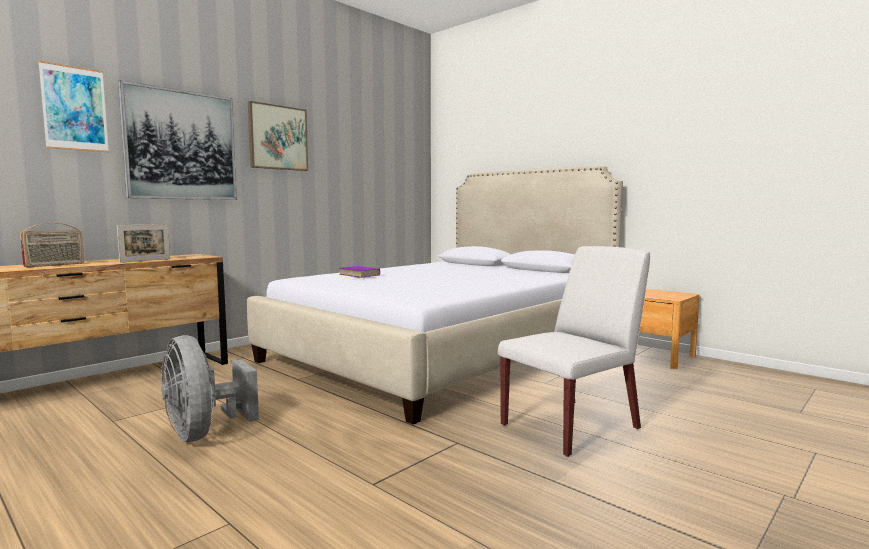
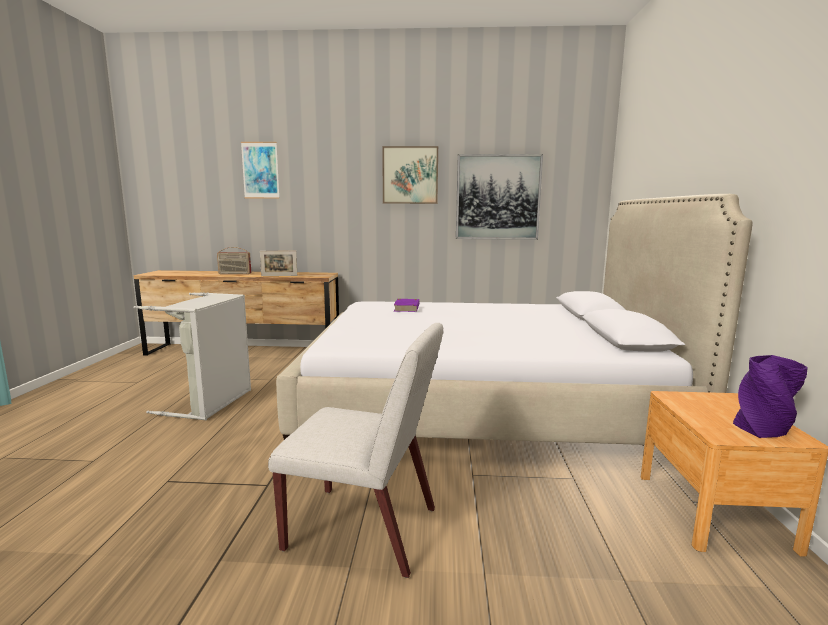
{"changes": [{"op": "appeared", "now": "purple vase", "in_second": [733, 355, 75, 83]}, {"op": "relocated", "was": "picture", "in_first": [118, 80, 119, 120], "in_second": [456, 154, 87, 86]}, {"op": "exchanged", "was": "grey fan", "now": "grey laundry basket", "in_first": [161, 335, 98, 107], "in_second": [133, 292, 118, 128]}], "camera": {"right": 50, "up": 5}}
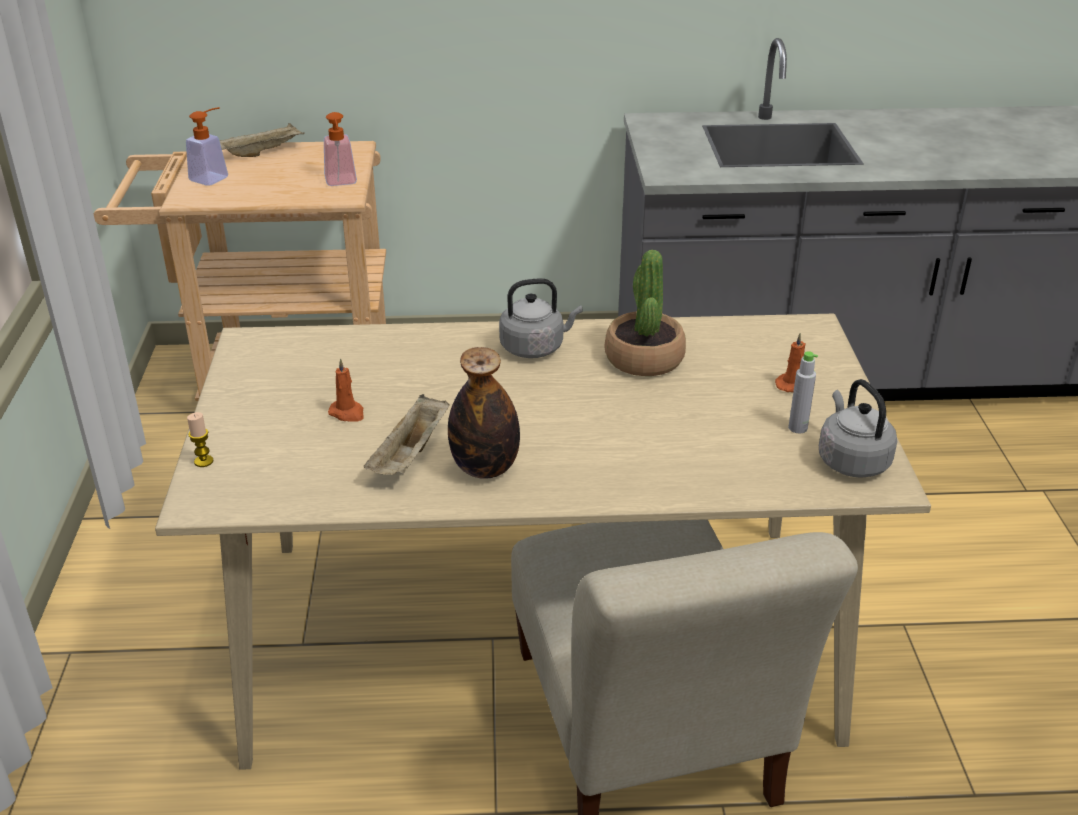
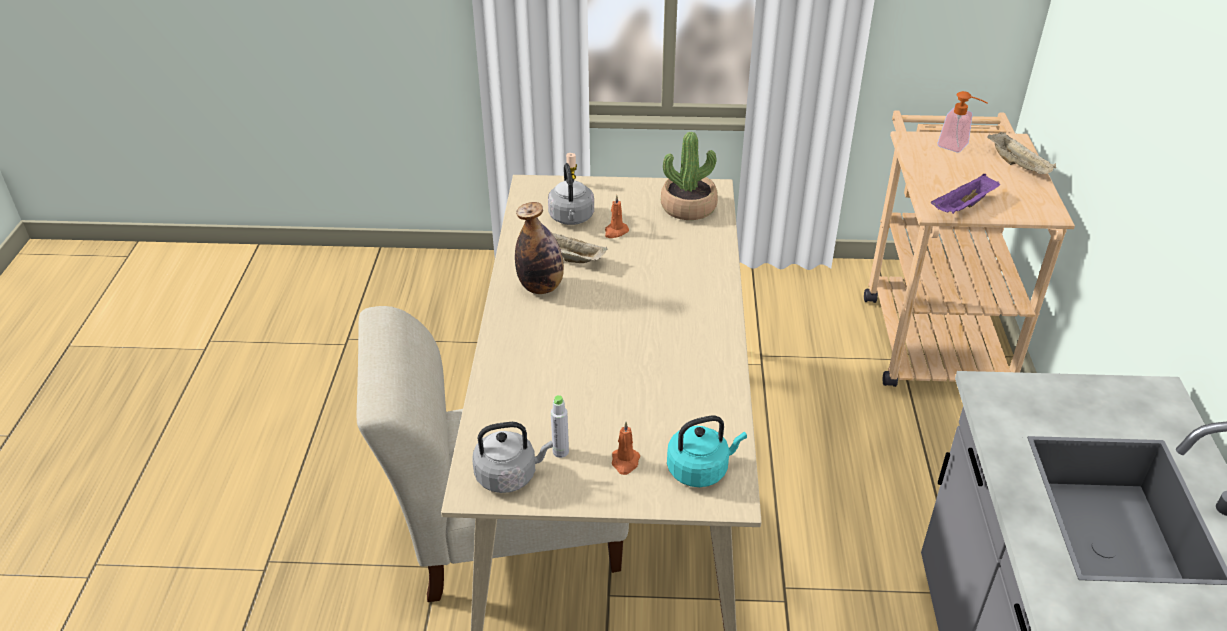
{"changes": [{"op": "appeared", "now": "turquoise kettle", "in_second": [667, 415, 80, 72]}, {"op": "relocated", "was": "grey kettle", "in_first": [499, 278, 84, 80], "in_second": [548, 163, 46, 62]}, {"op": "relocated", "was": "potted plant", "in_first": [605, 250, 81, 126], "in_second": [661, 132, 57, 88]}, {"op": "exchanged", "was": "soap dispenser", "now": "purple tray", "in_first": [324, 112, 33, 74], "in_second": [931, 174, 69, 40]}], "camera": {"right": 95, "up": 5}}
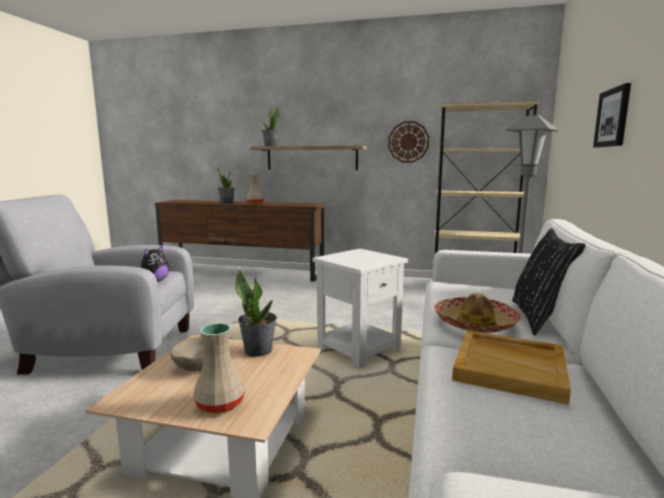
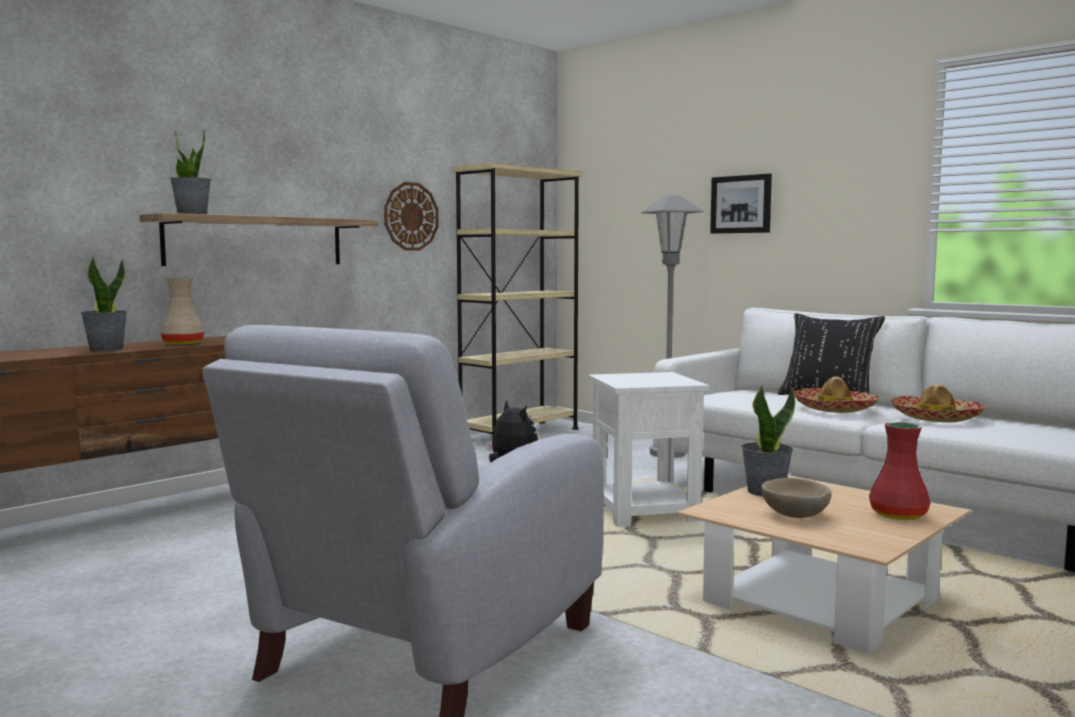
{"changes": [{"op": "exchanged", "was": "beige tray", "now": "hat", "in_first": [452, 330, 119, 75], "in_second": [890, 384, 96, 39]}, {"op": "colour", "was": "beige vase", "now": "red vase", "in_first": [194, 323, 51, 91], "in_second": [869, 422, 62, 98]}], "camera": {"right": -60, "up": -5}}
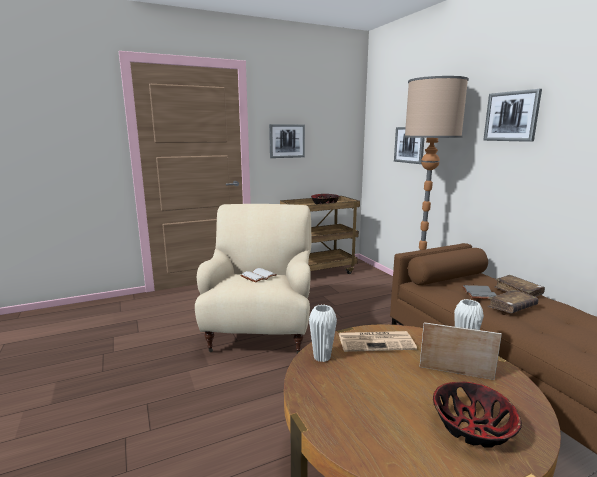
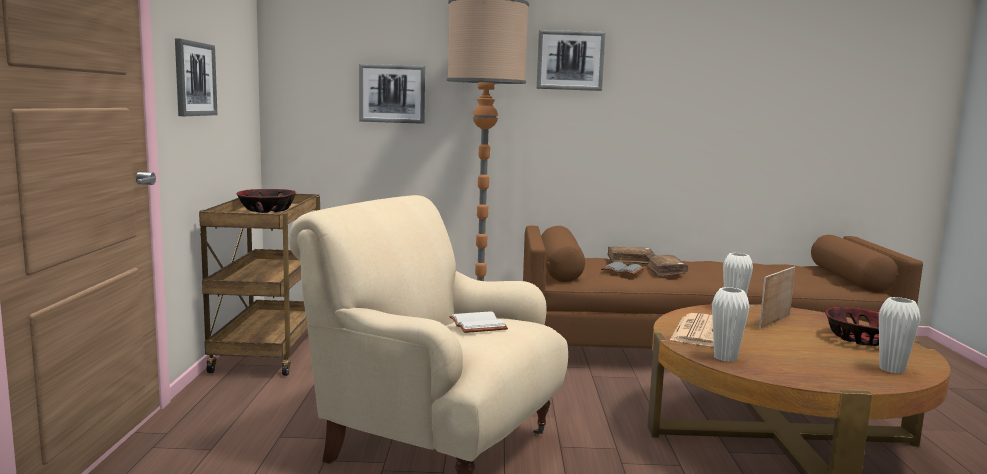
{"changes": [{"op": "appeared", "now": "white vase", "in_second": [879, 297, 42, 77]}], "camera": {"right": -65, "up": -5}}
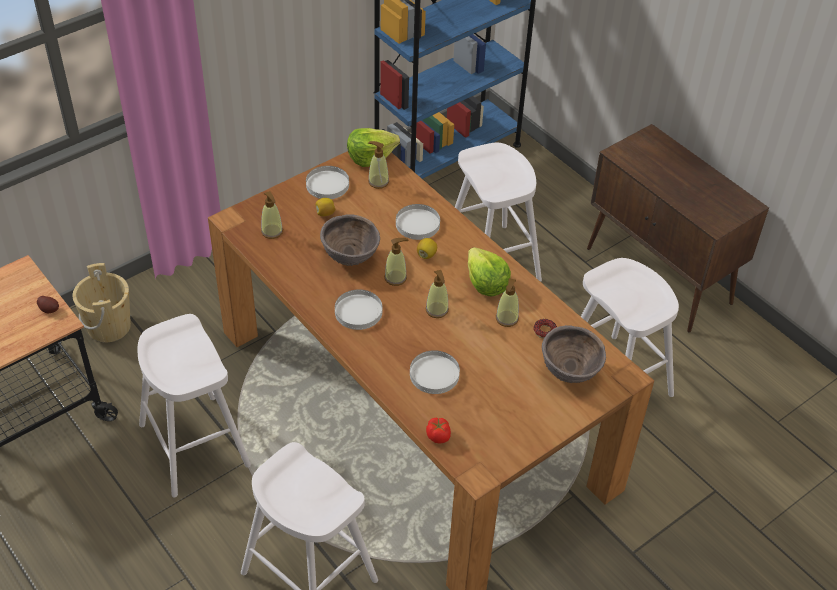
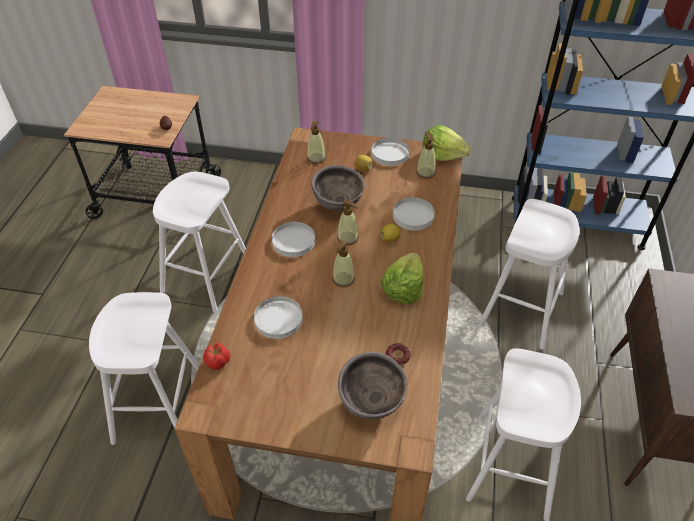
{"changes": [{"op": "missing", "was": "beige bucket", "in_first": [72, 263, 59, 79]}, {"op": "missing", "was": "soap dispenser", "in_first": [496, 278, 23, 49]}], "camera": {"right": 50, "up": 0}}
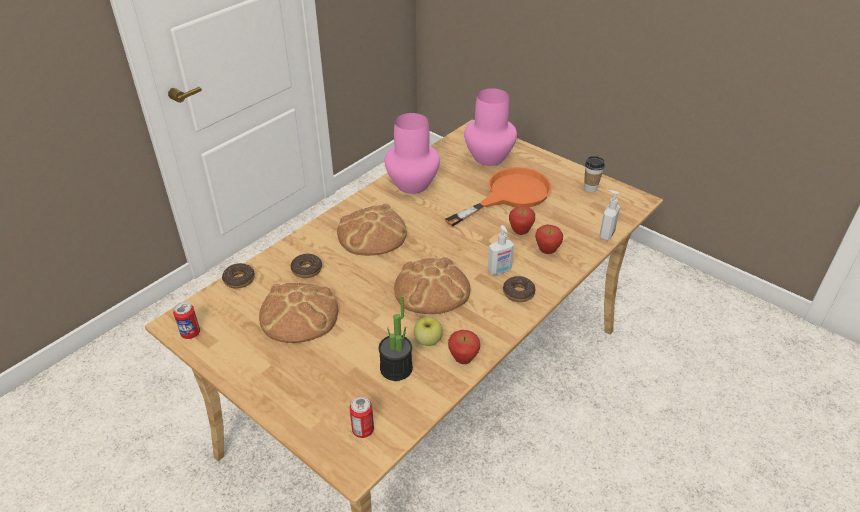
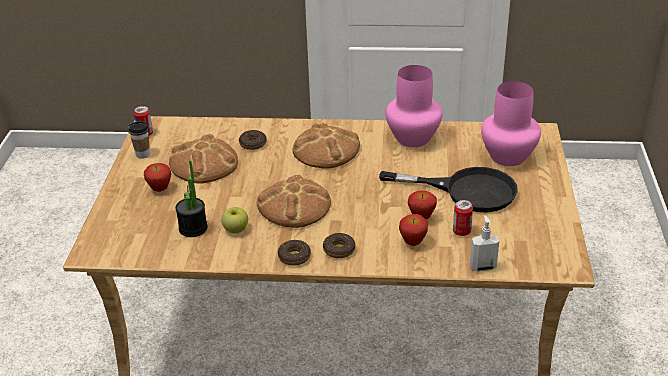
{"changes": [{"op": "missing", "was": "soap dispenser", "in_first": [487, 225, 27, 50]}, {"op": "relocated", "was": "donut", "in_first": [222, 263, 33, 26], "in_second": [278, 240, 33, 26]}, {"op": "relocated", "was": "can", "in_first": [350, 397, 24, 41], "in_second": [453, 200, 20, 36]}, {"op": "relocated", "was": "apple", "in_first": [448, 330, 32, 34], "in_second": [144, 163, 27, 29]}, {"op": "relocated", "was": "cup", "in_first": [584, 156, 21, 36], "in_second": [128, 121, 22, 38]}, {"op": "colour", "was": "orange frying pan", "now": "black frying pan", "in_first": [445, 167, 107, 60], "in_second": [379, 167, 139, 45]}], "camera": {"right": 55, "up": -5}}
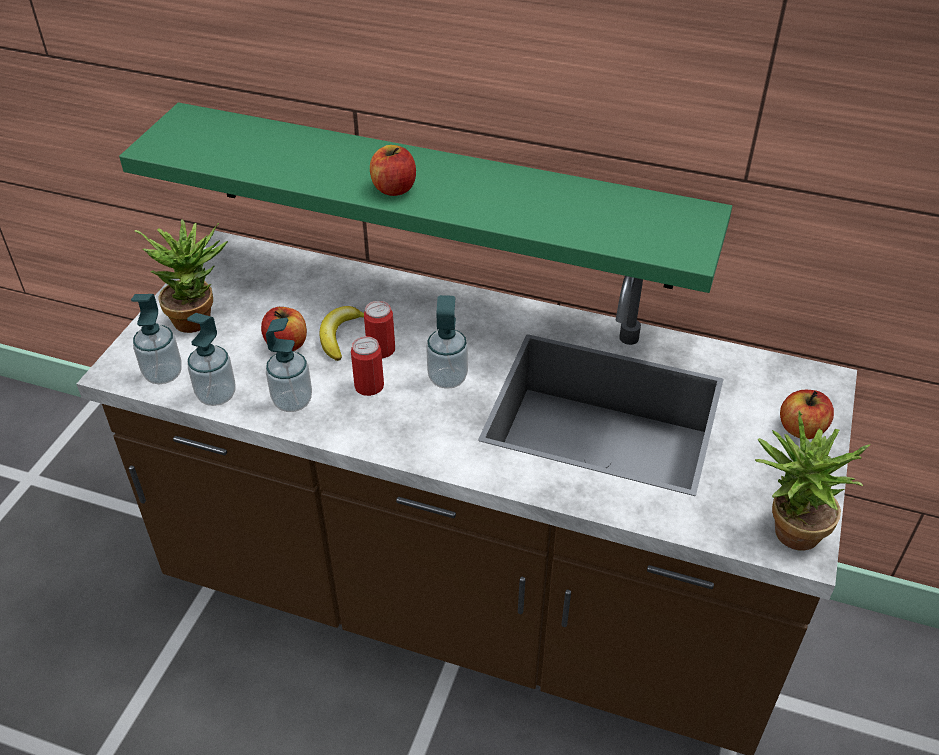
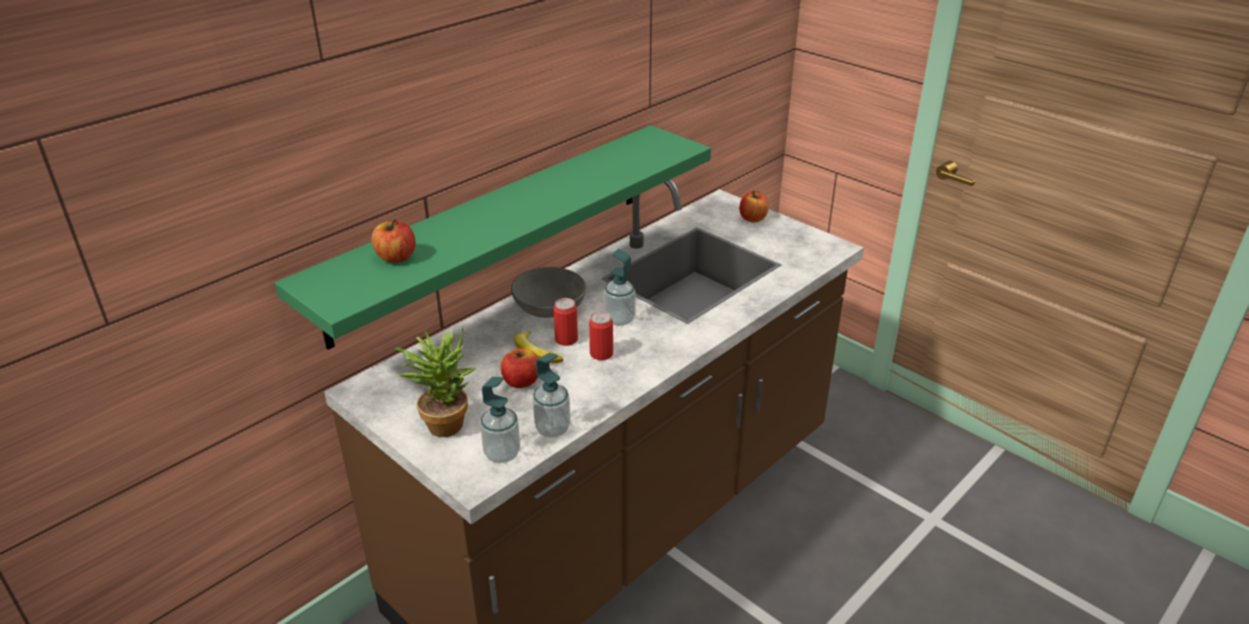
{"changes": [{"op": "missing", "was": "soap dispenser", "in_first": [266, 318, 46, 94]}, {"op": "missing", "was": "potted plant", "in_first": [754, 411, 116, 140]}, {"op": "appeared", "now": "grey bowl", "in_second": [511, 267, 75, 51]}, {"op": "relocated", "was": "apple", "in_first": [370, 145, 46, 51], "in_second": [372, 220, 43, 43]}], "camera": {"right": -65, "up": -10}}
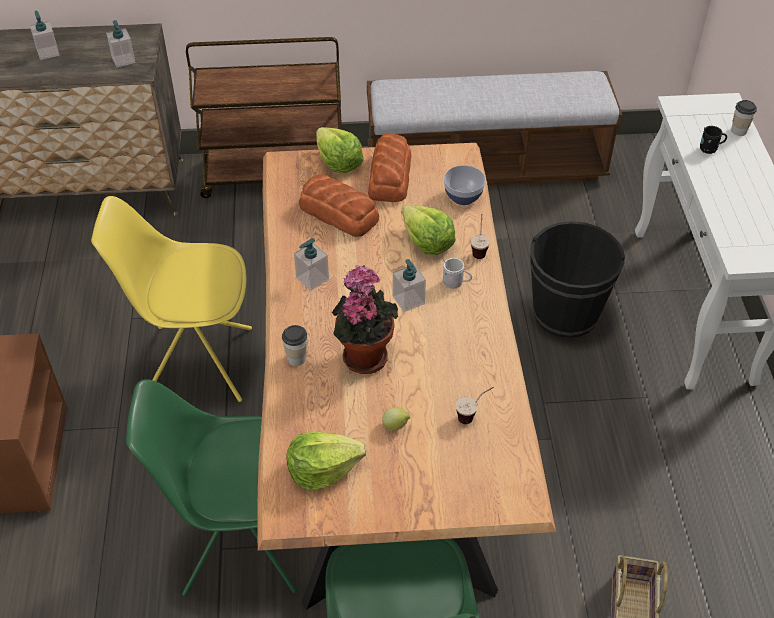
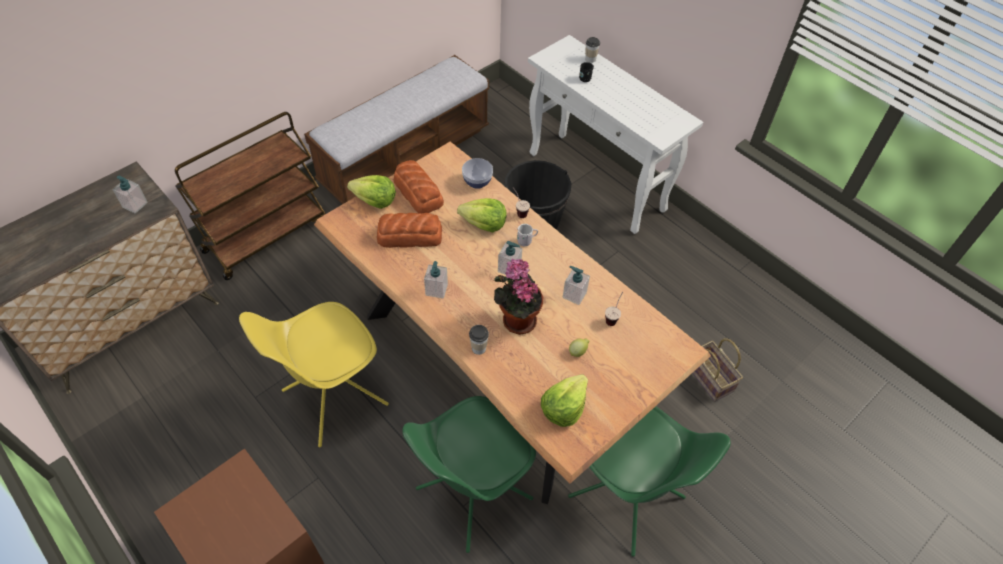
{"changes": [{"op": "relocated", "was": "soap dispenser", "in_first": [30, 10, 29, 50], "in_second": [562, 266, 28, 39]}], "camera": {"right": -40, "up": 5}}
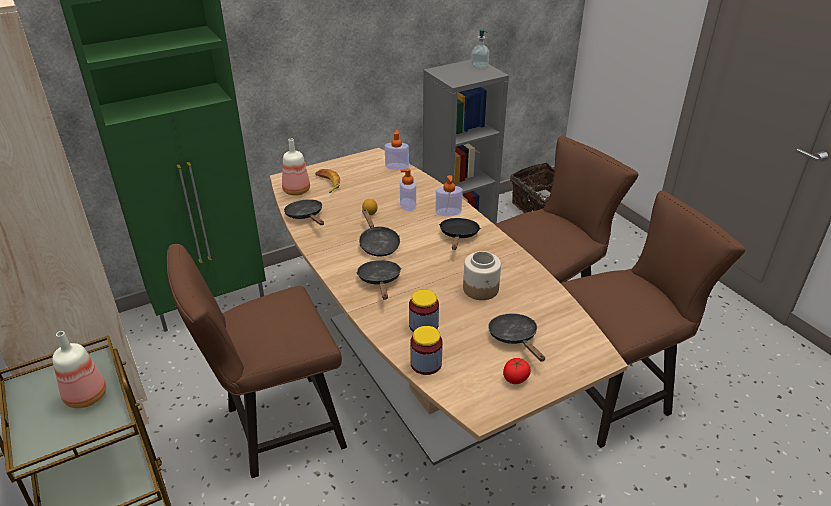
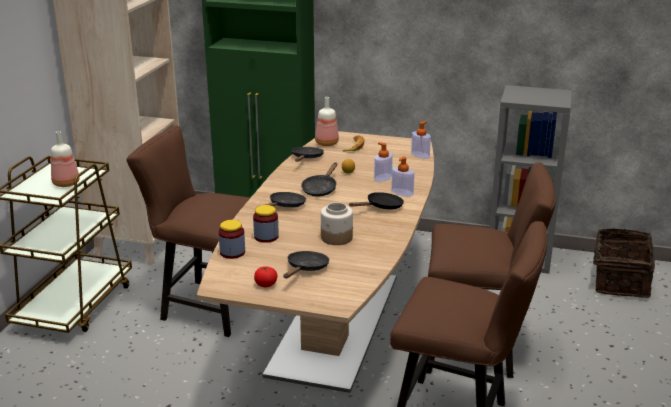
{"changes": [{"op": "missing", "was": "soap dispenser", "in_first": [471, 29, 18, 40]}], "camera": {"right": 45, "up": -10}}
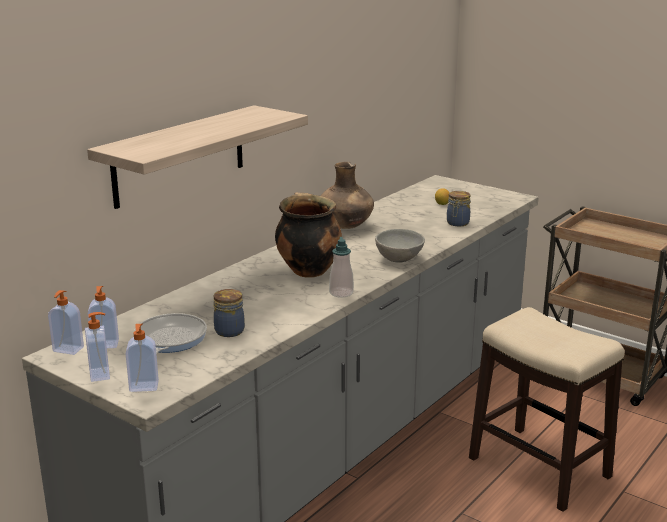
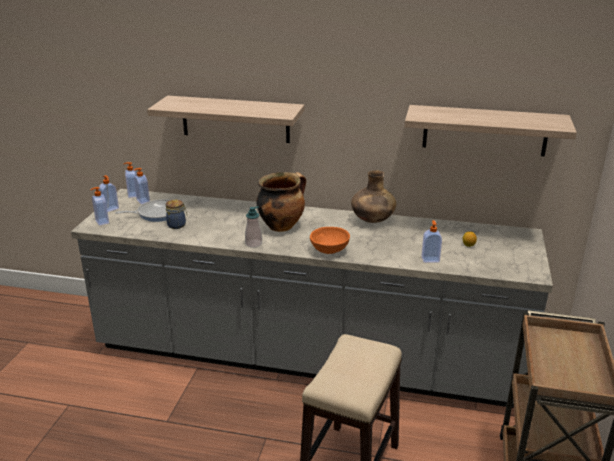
{"changes": [{"op": "appeared", "now": "shelf", "in_second": [404, 105, 173, 51]}, {"op": "exchanged", "was": "jar", "now": "soap dispenser", "in_first": [447, 191, 24, 35], "in_second": [422, 220, 20, 43]}, {"op": "colour", "was": "grey bowl", "now": "orange bowl", "in_first": [375, 229, 50, 33], "in_second": [310, 227, 40, 27]}], "camera": {"right": 65, "up": 5}}
